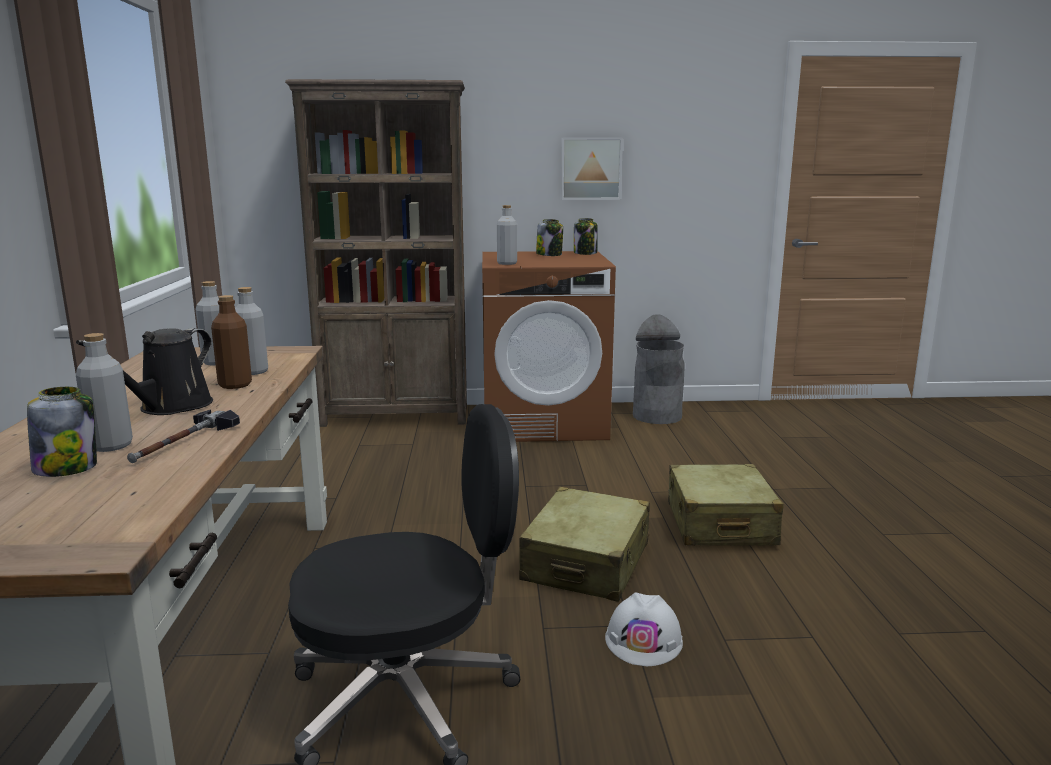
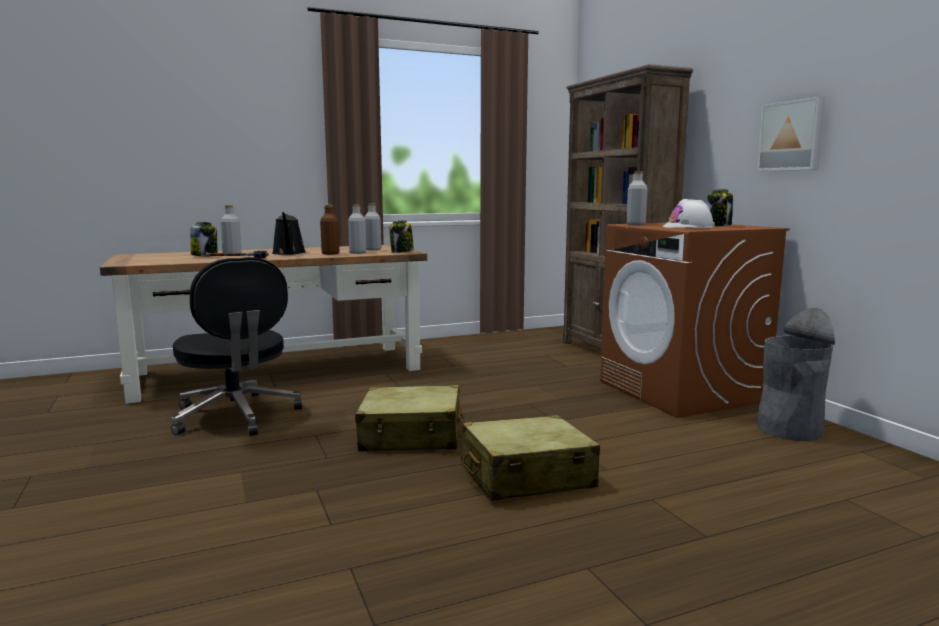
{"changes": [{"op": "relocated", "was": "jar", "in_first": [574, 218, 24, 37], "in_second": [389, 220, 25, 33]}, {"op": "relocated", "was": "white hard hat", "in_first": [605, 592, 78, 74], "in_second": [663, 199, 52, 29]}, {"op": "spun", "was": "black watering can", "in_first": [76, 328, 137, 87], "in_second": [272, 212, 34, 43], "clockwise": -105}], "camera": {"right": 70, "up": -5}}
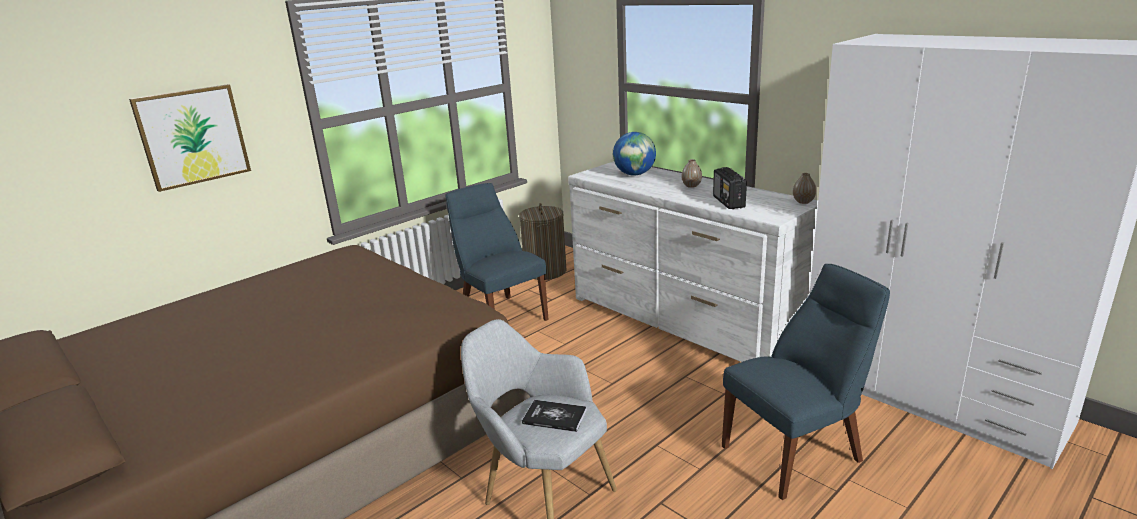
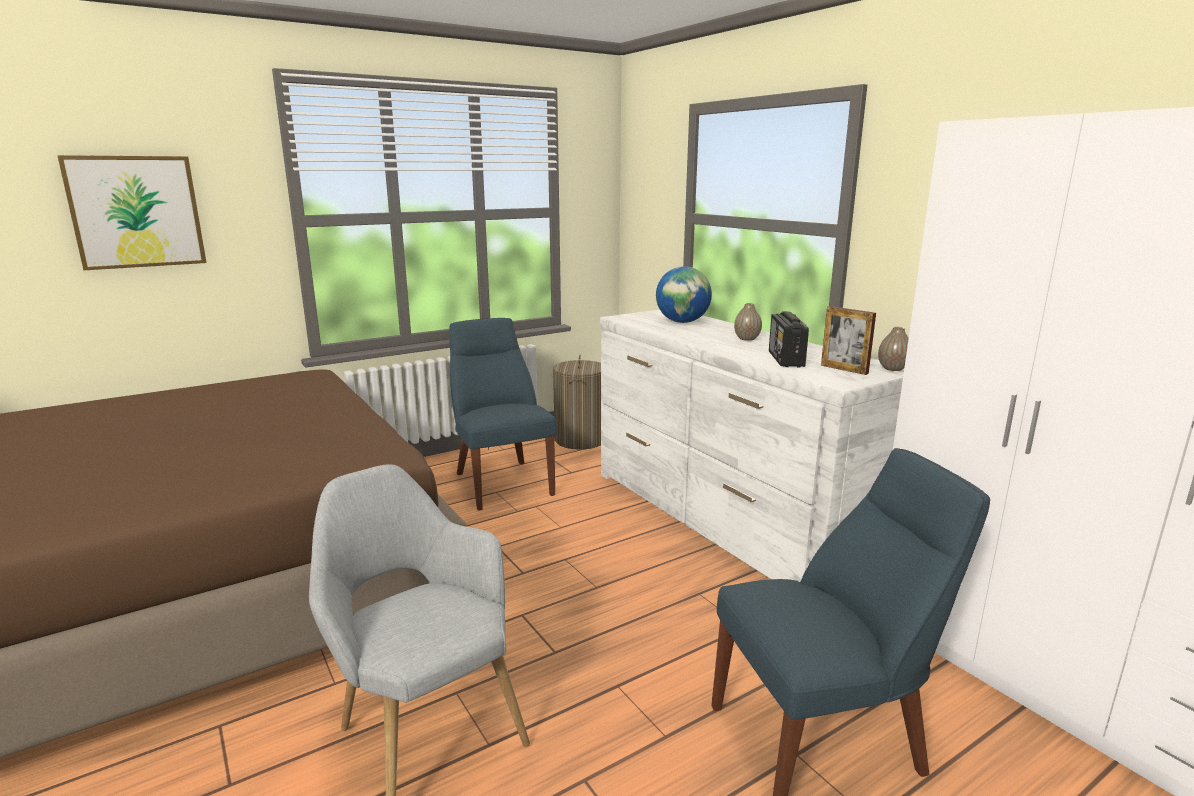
{"changes": [{"op": "missing", "was": "book", "in_first": [522, 400, 65, 32]}, {"op": "appeared", "now": "picture frame", "in_second": [821, 306, 55, 69]}], "camera": {"right": 10, "up": -5}}
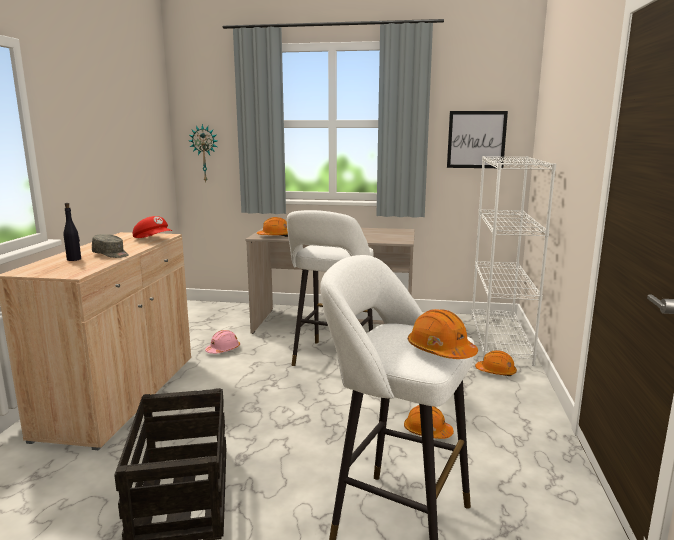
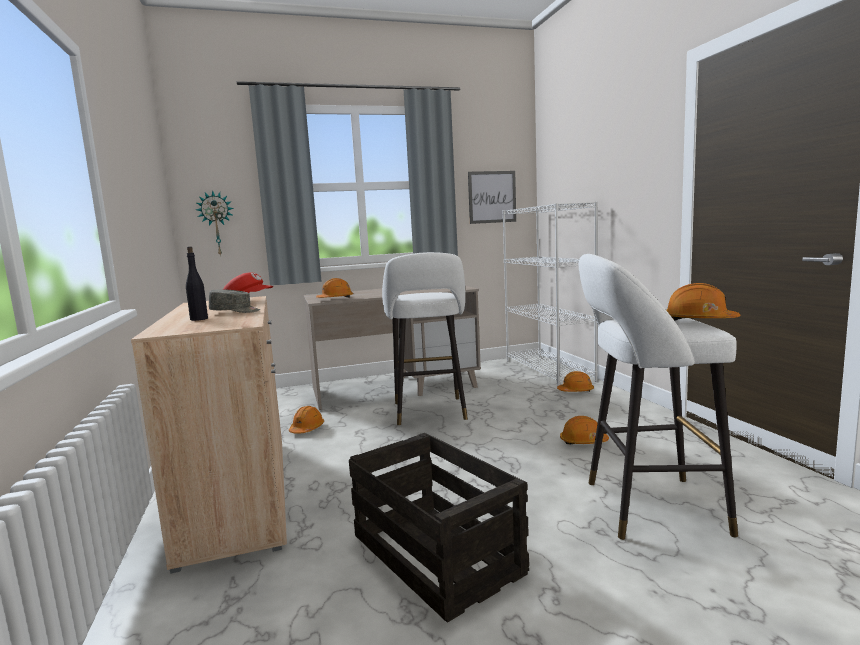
{"changes": [{"op": "colour", "was": "pink hard hat", "now": "orange hard hat", "in_first": [205, 330, 35, 24], "in_second": [289, 406, 35, 28]}], "camera": {"right": -25, "up": -5}}
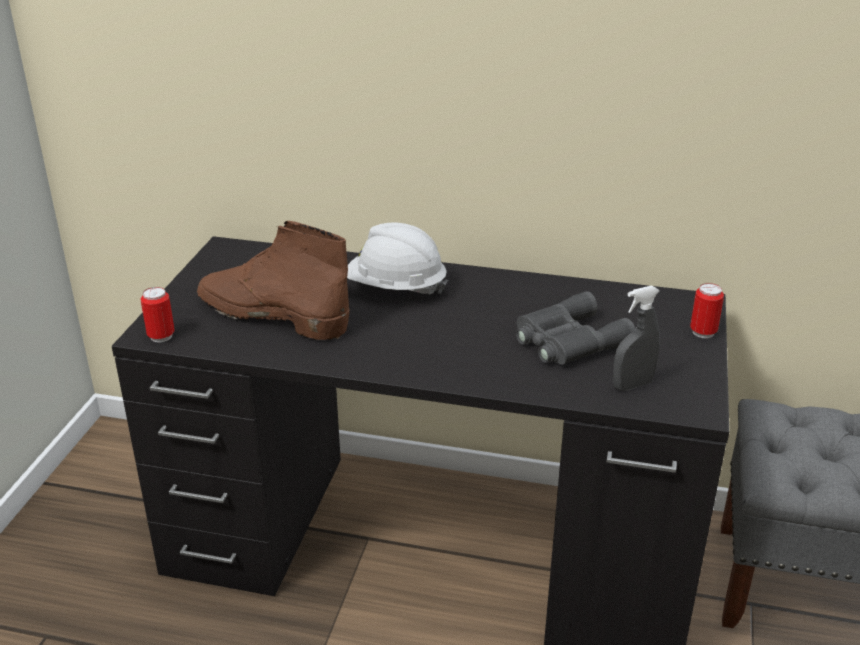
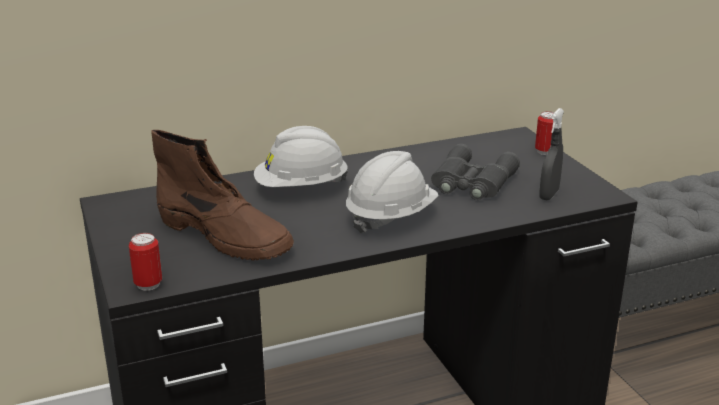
{"changes": [{"op": "appeared", "now": "white hard hat", "in_second": [346, 151, 93, 83]}, {"op": "spun", "was": "brown boot", "in_first": [197, 221, 153, 119], "in_second": [151, 130, 143, 130], "clockwise": -135}], "camera": {"right": -35, "up": -5}}
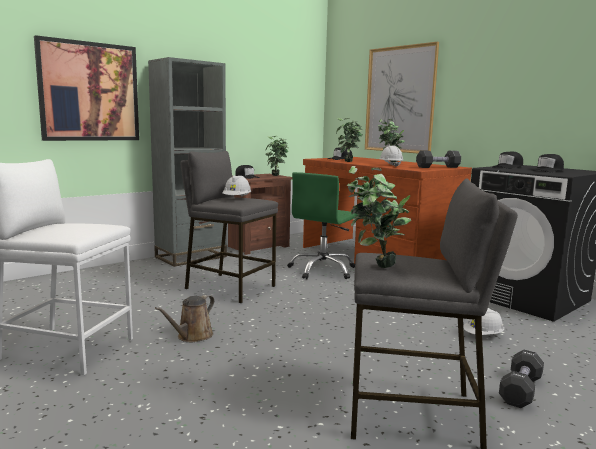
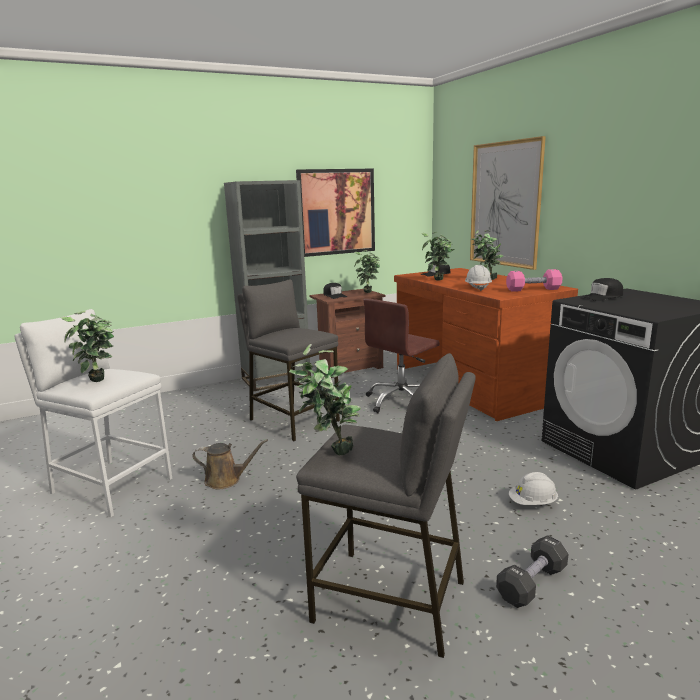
{"changes": [{"op": "missing", "was": "white hard hat", "in_first": [222, 175, 29, 22]}, {"op": "missing", "was": "black cap", "in_first": [530, 154, 34, 18]}, {"op": "appeared", "now": "potted plant", "in_second": [60, 311, 54, 71]}, {"op": "relocated", "was": "picture", "in_first": [34, 35, 105, 106], "in_second": [296, 169, 79, 88]}, {"op": "colour", "was": "green office chair", "now": "brown office chair", "in_first": [287, 172, 71, 107], "in_second": [363, 298, 77, 115]}, {"op": "colour", "was": "black dumbbell", "now": "pink dumbbell", "in_first": [416, 150, 45, 18], "in_second": [506, 269, 56, 23]}, {"op": "spun", "was": "brown watering can", "in_first": [155, 295, 59, 47], "in_second": [192, 439, 76, 50], "clockwise": -135}], "camera": {"right": 15, "up": 5}}
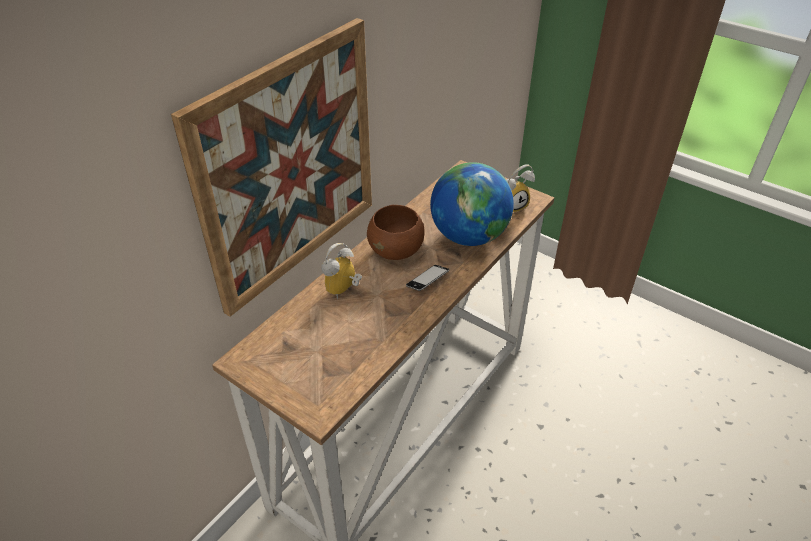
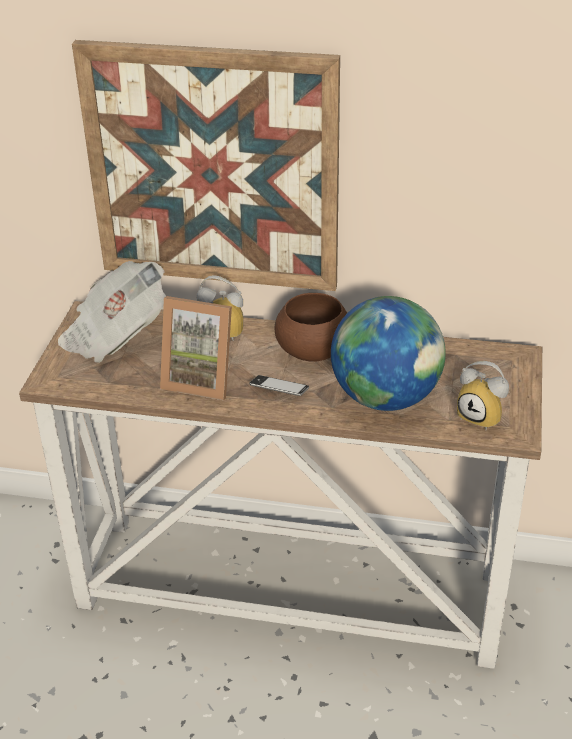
{"changes": [{"op": "appeared", "now": "newspaper", "in_second": [58, 261, 108, 102]}, {"op": "appeared", "now": "picture frame", "in_second": [160, 296, 72, 104]}], "camera": {"right": 65, "up": -5}}
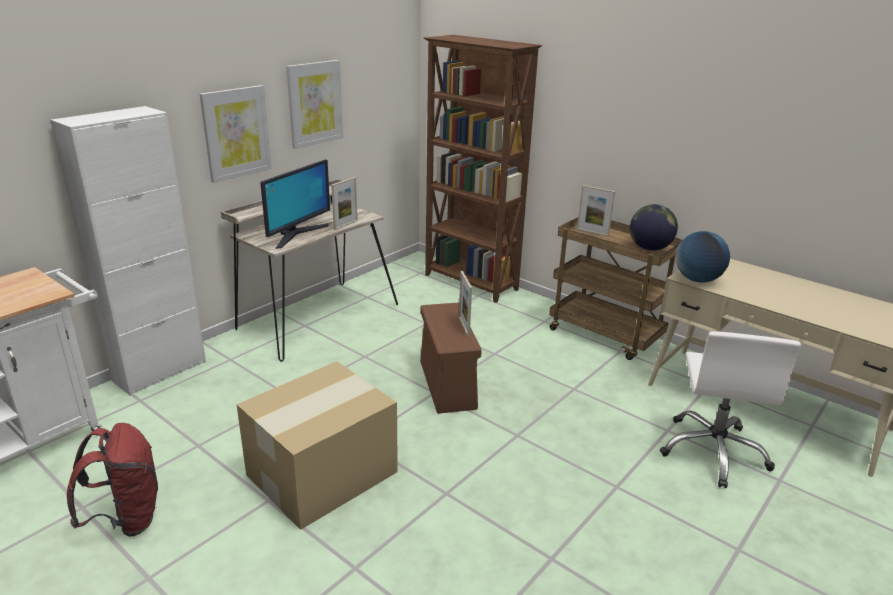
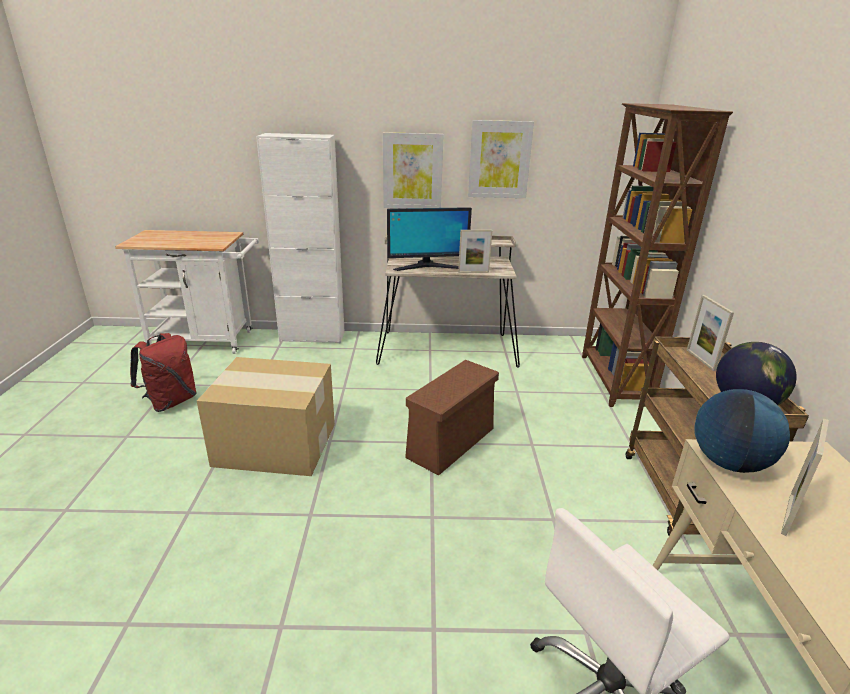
{"changes": [{"op": "relocated", "was": "picture frame", "in_first": [459, 271, 13, 65], "in_second": [781, 418, 48, 118]}], "camera": {"right": 50, "up": 0}}
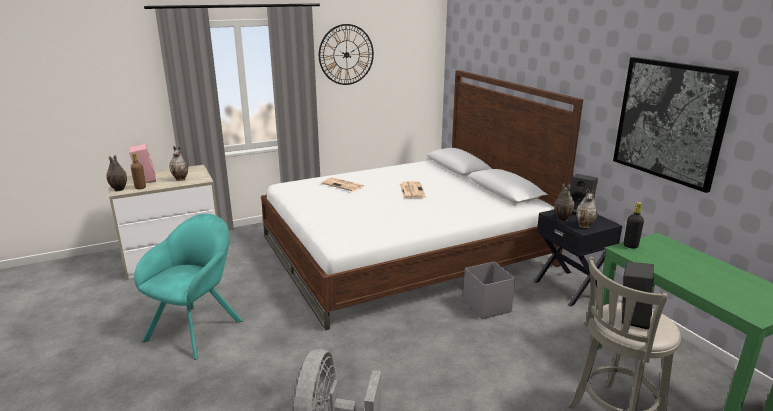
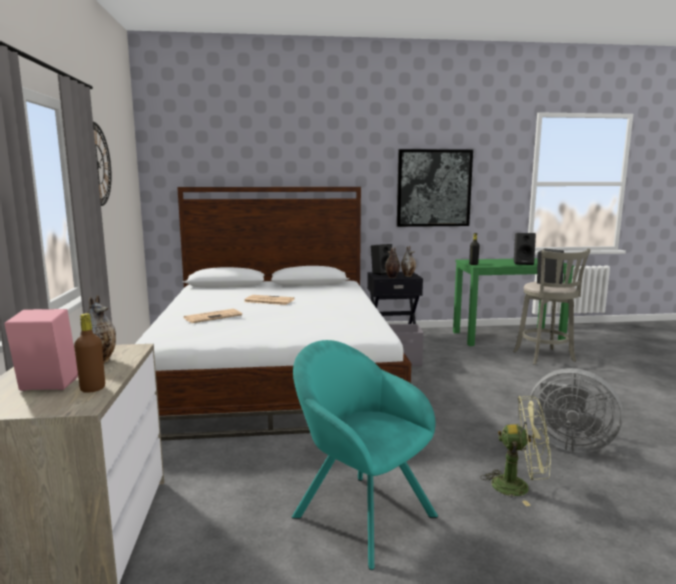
{"changes": [{"op": "missing", "was": "vase", "in_first": [107, 155, 20, 37]}, {"op": "appeared", "now": "green fan", "in_second": [480, 396, 71, 110]}, {"op": "appeared", "now": "black speaker", "in_second": [514, 233, 22, 32]}], "camera": {"right": -70, "up": -10}}
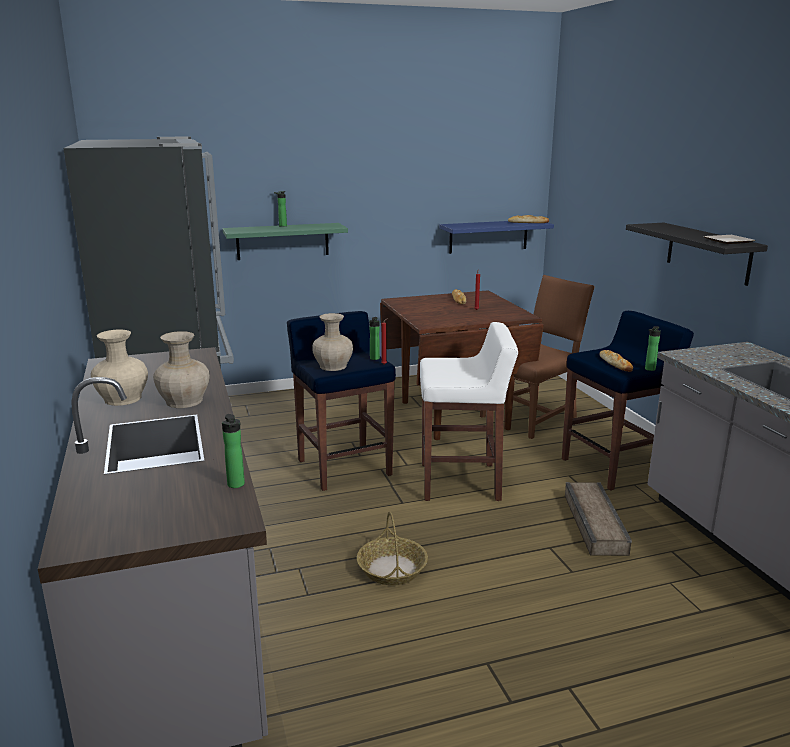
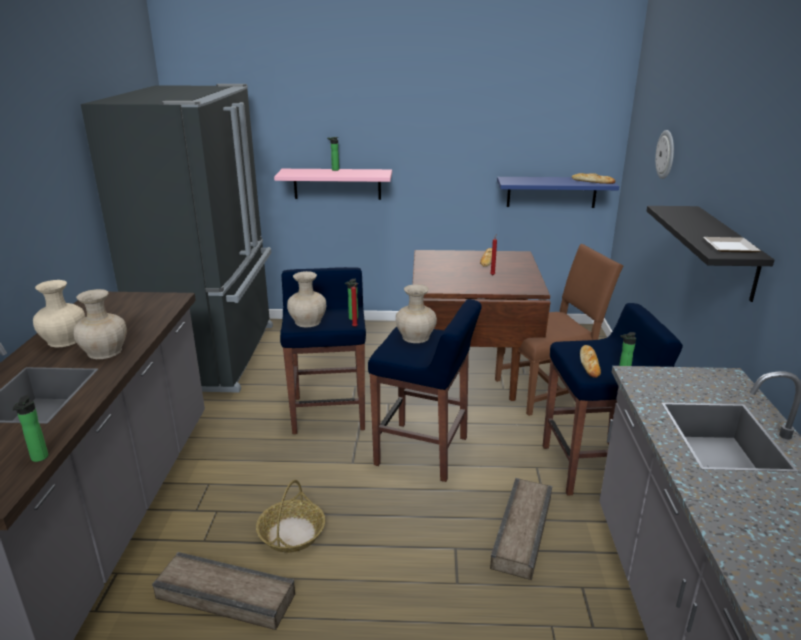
{"changes": [{"op": "appeared", "now": "crate", "in_second": [152, 552, 143, 78]}, {"op": "appeared", "now": "beige vase", "in_second": [396, 284, 41, 59]}, {"op": "appeared", "now": "wall clock", "in_second": [655, 130, 19, 49]}, {"op": "colour", "was": "green shelf", "now": "pink shelf", "in_first": [223, 223, 125, 37], "in_second": [274, 169, 118, 31]}, {"op": "colour", "was": "white stool", "now": "blue stool", "in_first": [420, 322, 98, 179], "in_second": [368, 299, 114, 183]}], "camera": {"right": 20, "up": 5}}
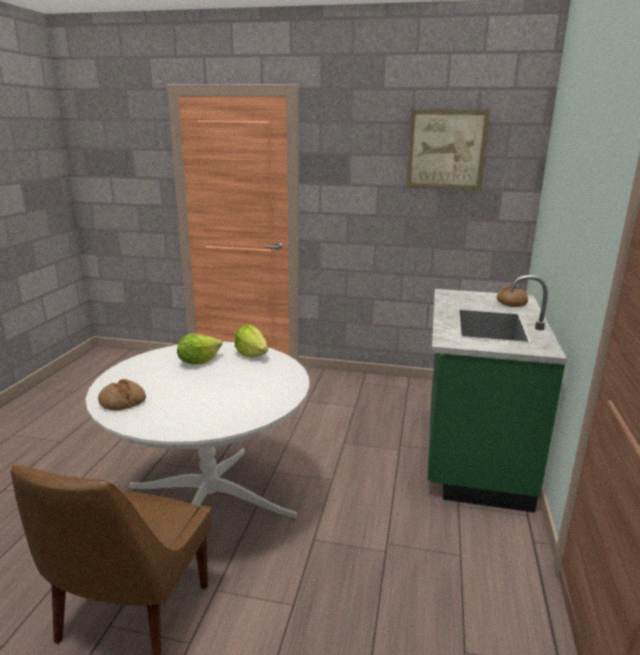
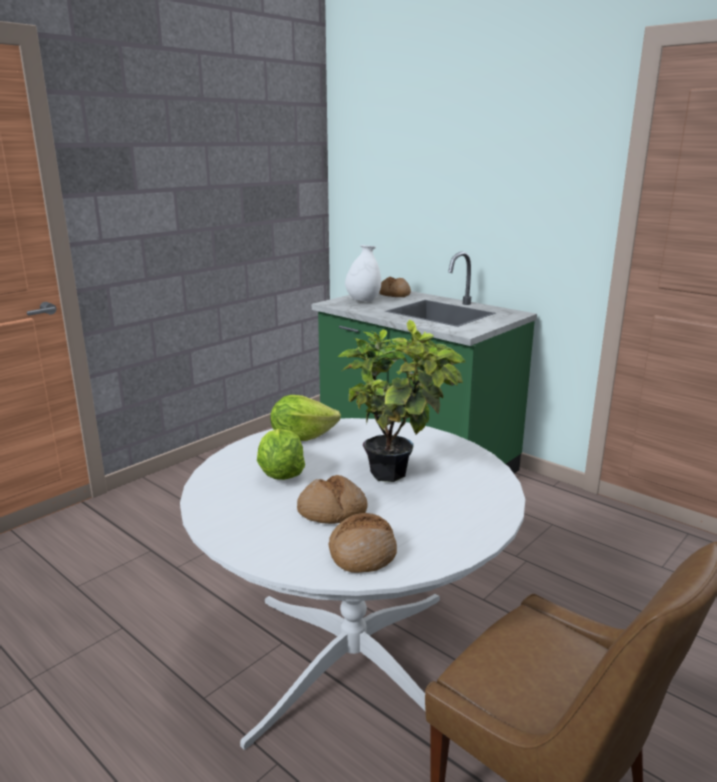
{"changes": [{"op": "missing", "was": "picture", "in_first": [406, 109, 84, 81]}, {"op": "appeared", "now": "bread", "in_second": [297, 475, 71, 49]}, {"op": "appeared", "now": "potted plant", "in_second": [338, 319, 127, 163]}, {"op": "appeared", "now": "white vase", "in_second": [345, 245, 36, 57]}], "camera": {"right": -60, "up": 0}}
